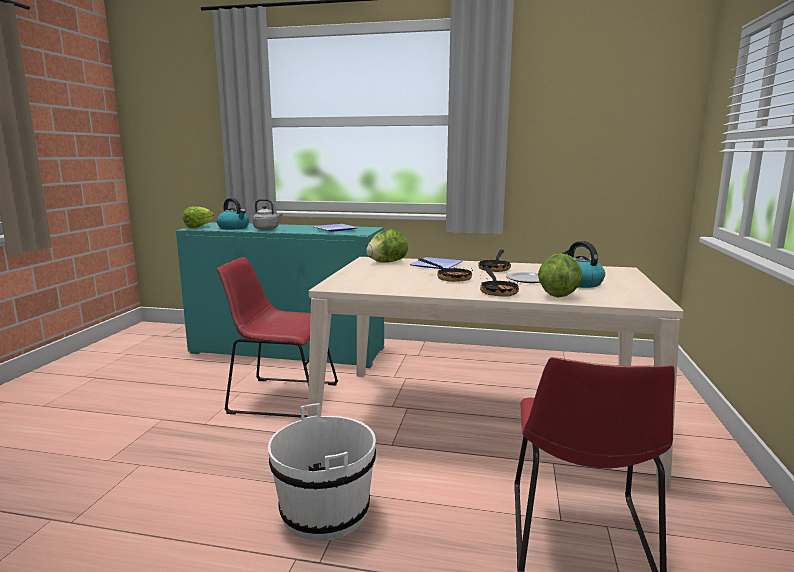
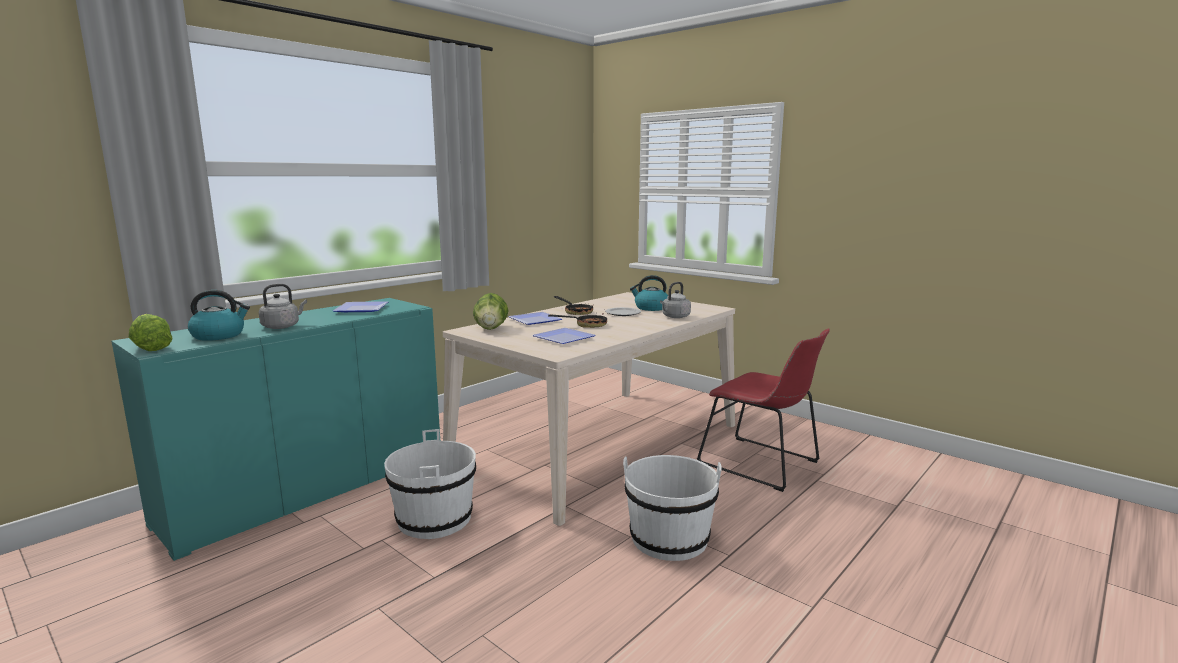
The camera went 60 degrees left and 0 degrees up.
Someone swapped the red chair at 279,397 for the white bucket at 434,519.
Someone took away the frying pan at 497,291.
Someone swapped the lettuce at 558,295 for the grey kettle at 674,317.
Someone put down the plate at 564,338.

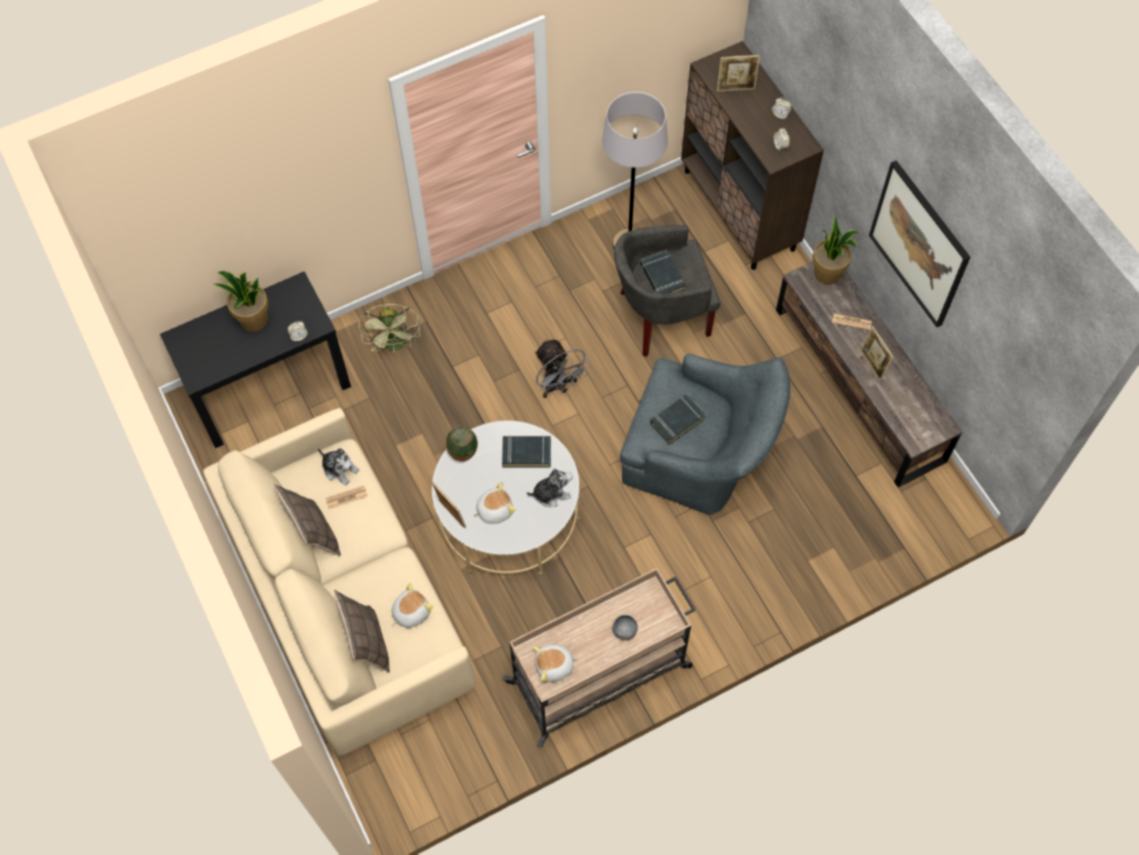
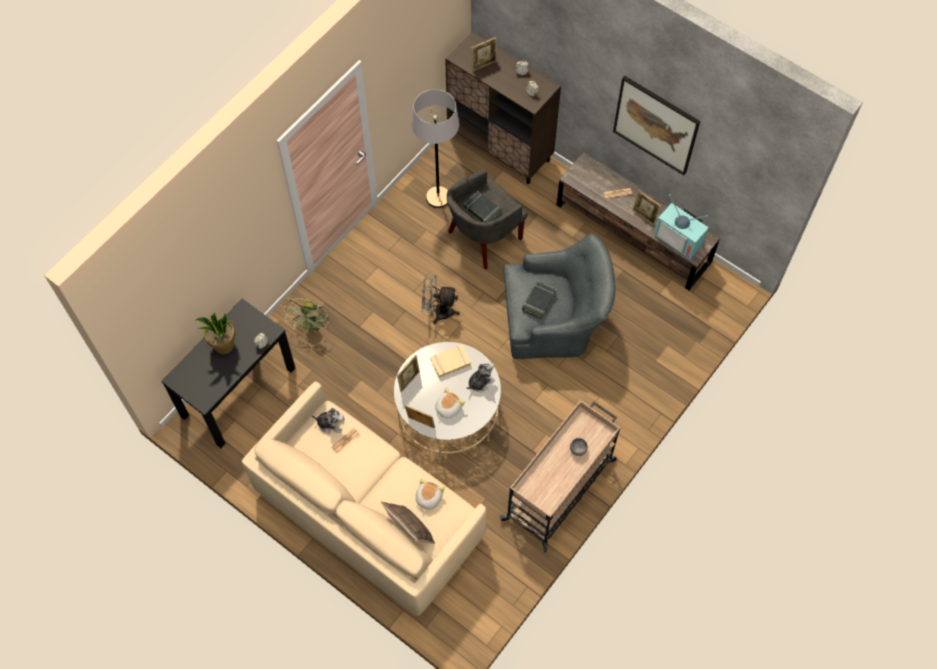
The camera went 25 degrees left and 0 degrees up.
Someone took away the pillow at 313,533.
Someone rotated the green fan at 395,344 by 45 degrees clockwise.
Someone swapped the vase at 463,455 for the picture frame at 409,381.
Someone repainted the black book at 526,453, which became the beige book at 450,362.
Someone took away the plush toy at 554,666.
Someone rotated the grey fan at 558,386 by 150 degrees clockwise.
Someone took away the potted plant at 828,273.
Someone put down the television at 680,238.

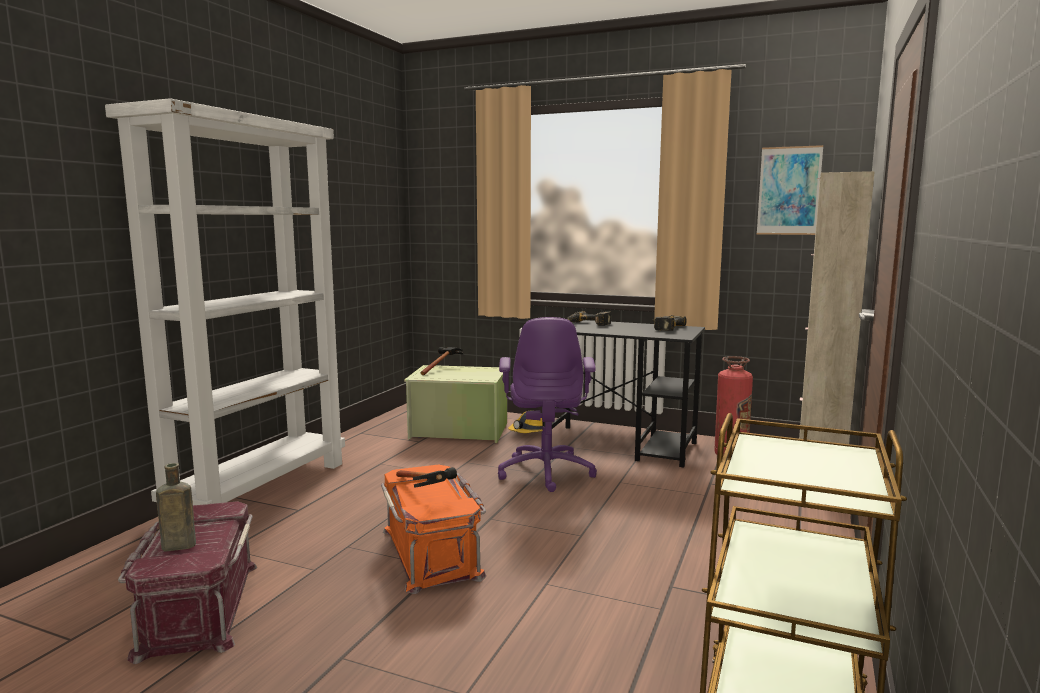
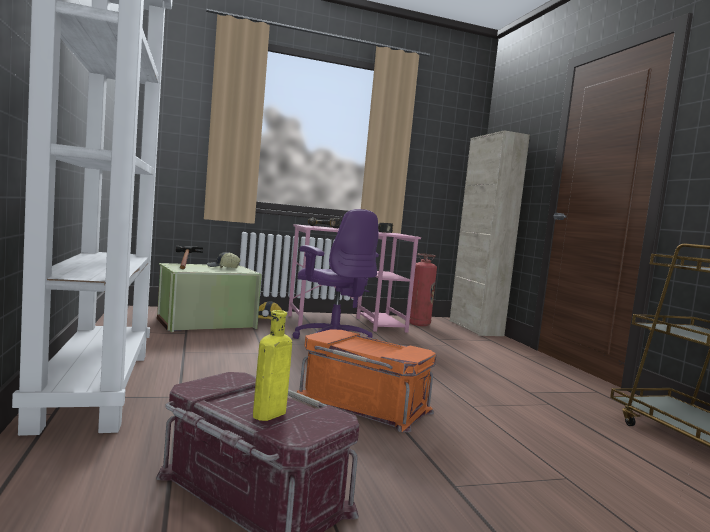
The camera went 40 degrees left and 5 degrees down.
Someone repainted the brown bottle at 176,546, which became the yellow bottle at 267,415.
Someone took away the hammer at 425,493.
Someone repainted the black desk at 621,446, which became the pink desk at 347,324.
Someone took away the picture at 789,191.
Someone put down the cap at 222,268.

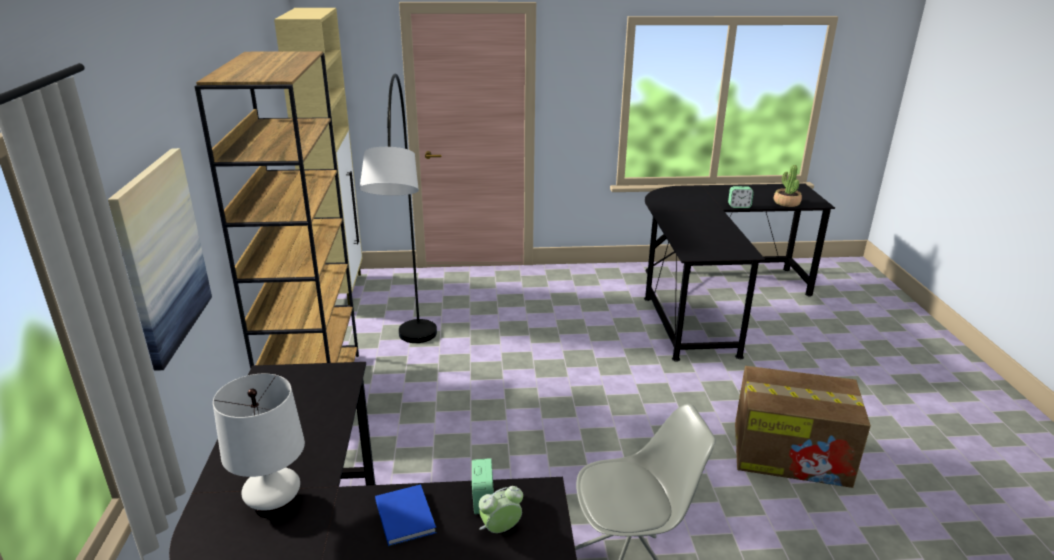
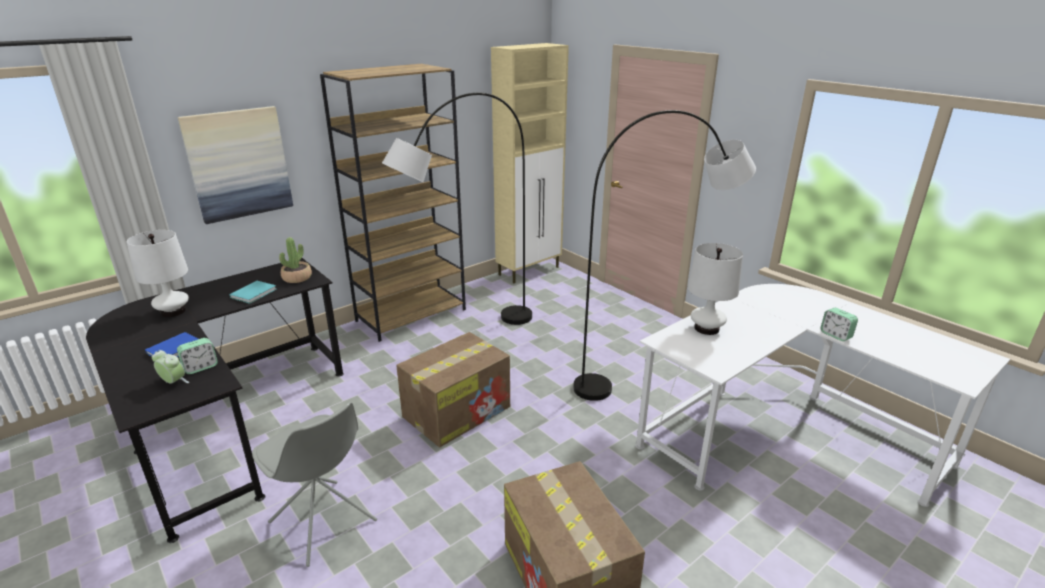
The camera went 55 degrees right and 0 degrees up.
Someone repainted the black desk at 712,300, which became the white desk at 783,433.
Someone carried the potted plant from 786,203 to 297,278.
Someone put down the turquoise book at 255,293.
Someone put down the cardboard box at 458,411.
Someone put down the grey floor lamp at 653,372.
Someone put down the white table lamp at 706,328.

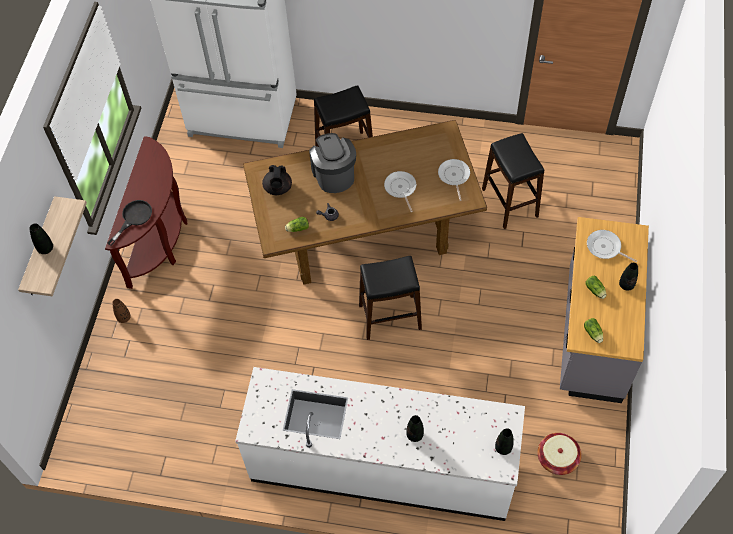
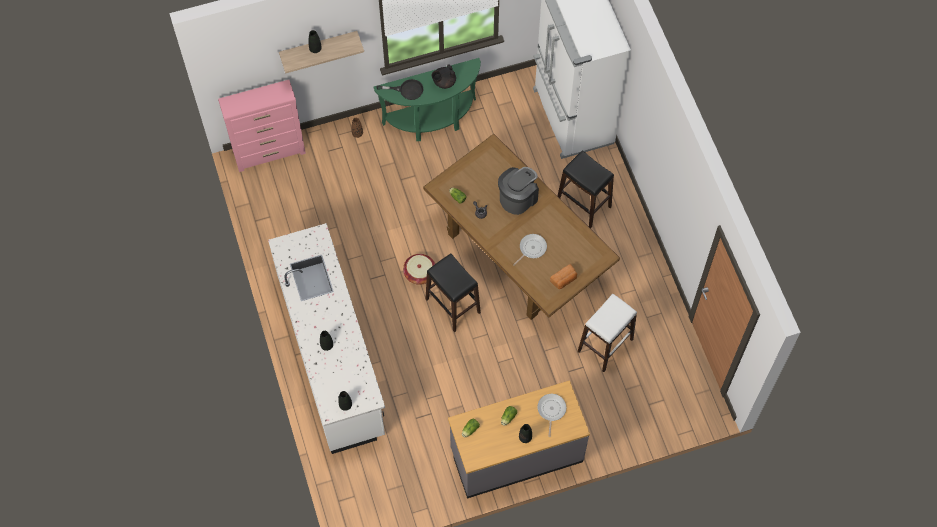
The camera went 60 degrees right and 5 degrees up.
Someone repainted the brown console table at 160,240, which became the green console table at 432,121.
Someone carried the black teapot from 278,188 to 444,82.
Someone swapped the frying pan at 454,176 for the bread at 564,280.
Someone repainted the black stool at 510,203, which became the white stool at 605,345.
Someone carried the basket from 557,458 to 420,273.
Someone put down the pink dresser at 270,153.

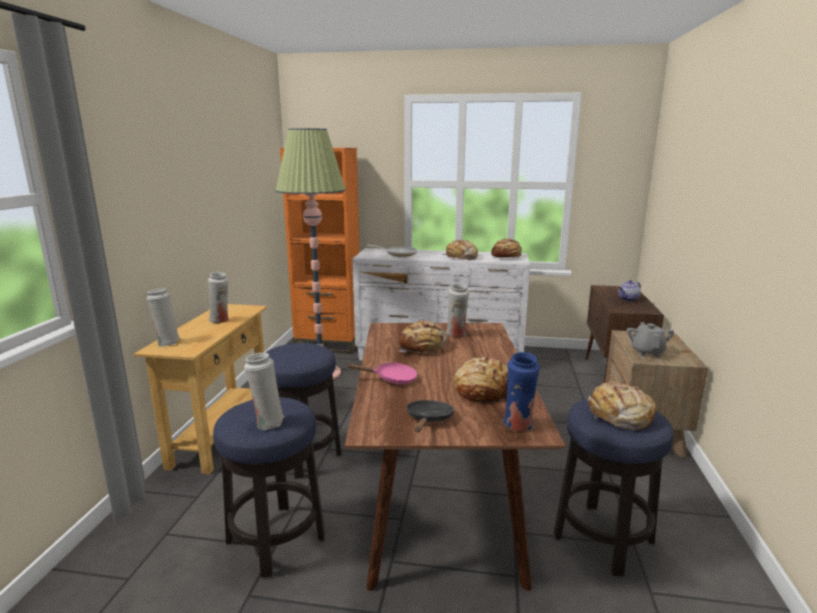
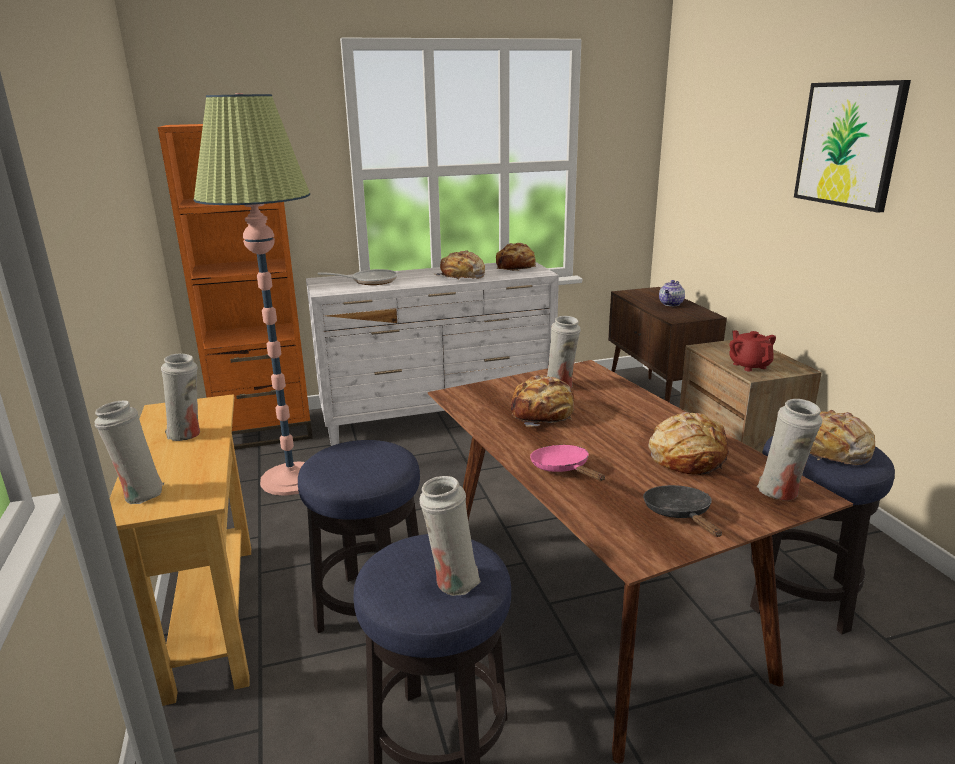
The camera went 25 degrees left and 5 degrees up.
Someone rotated the pink frying pan at 391,379 by 90 degrees counterclockwise.
Someone repainted the blue vase at 519,426, which became the white vase at 781,493.
Someone repainted the grey teapot at 647,352, which became the red teapot at 749,365.
Someone put up the picture at 849,144.

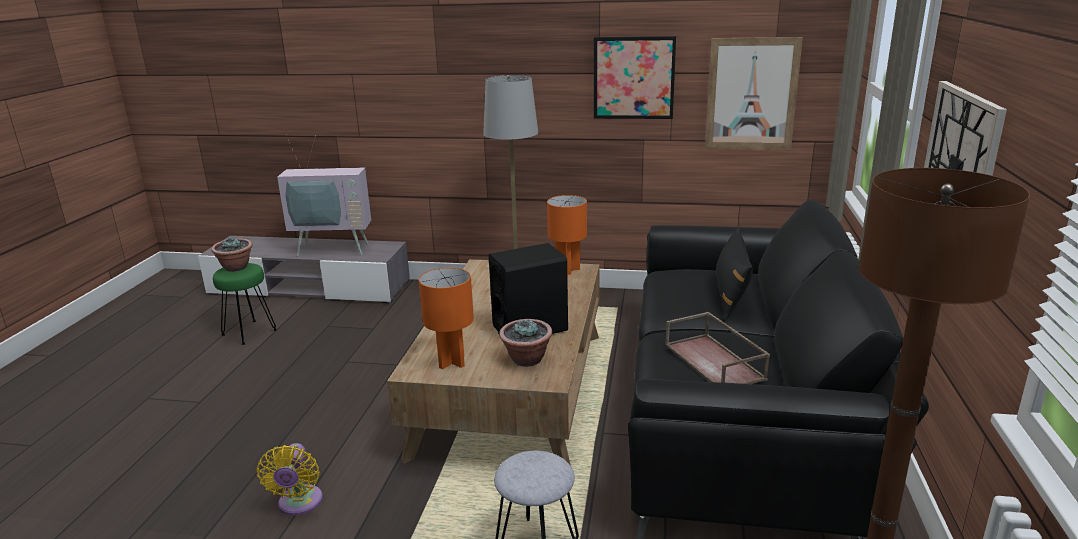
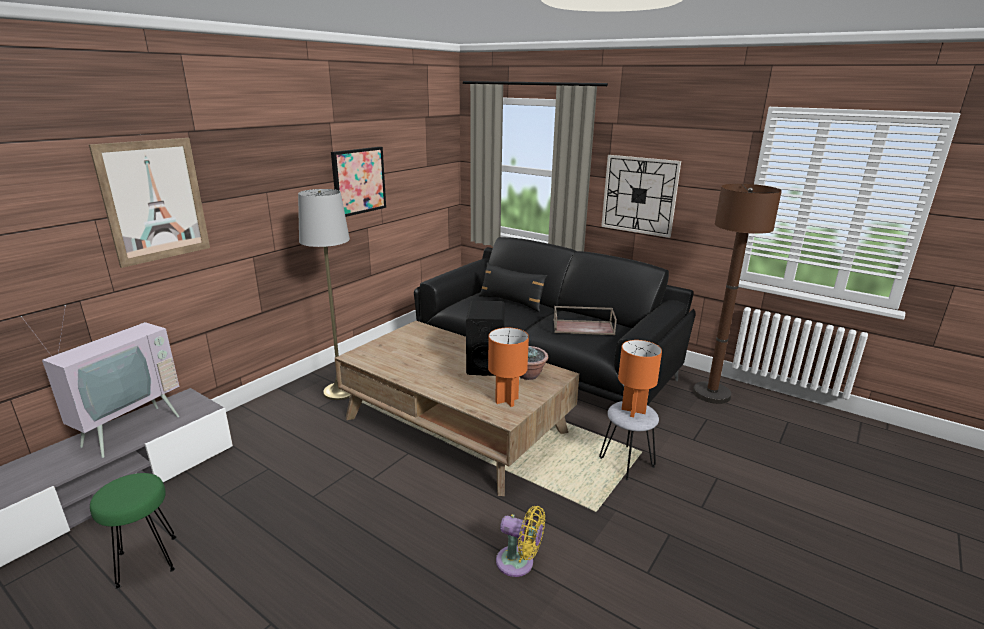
The camera went 65 degrees left and 0 degrees up.
Someone took away the potted plant at 236,267.
Someone carried the orange table lamp from 567,269 to 633,411.
Someone carried the picture from 751,94 to 154,201.

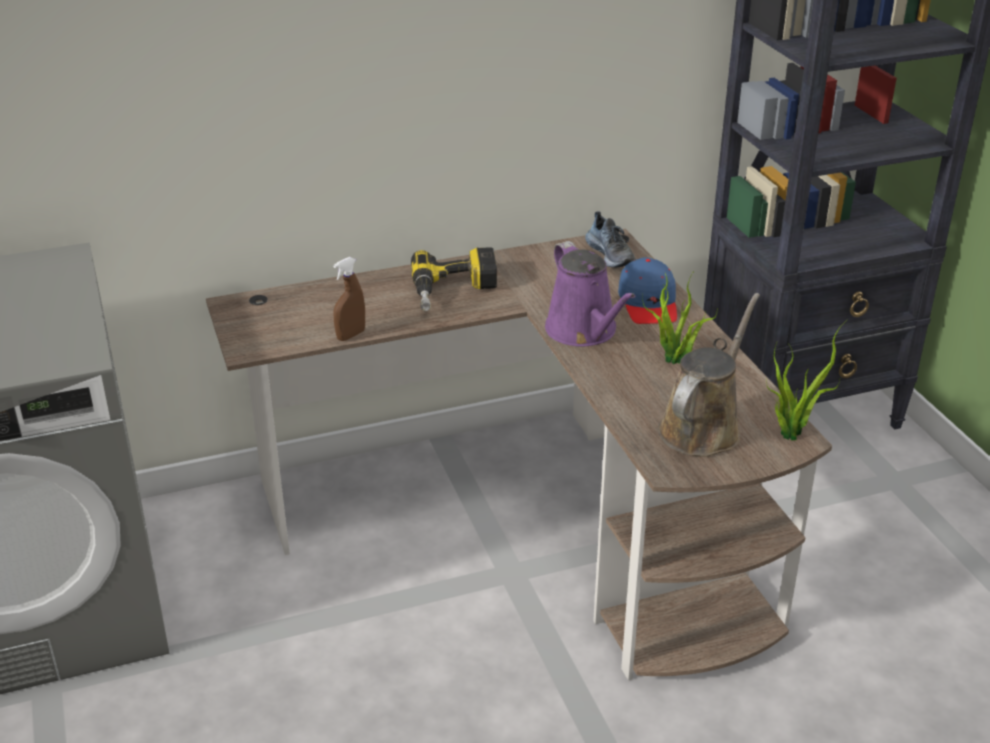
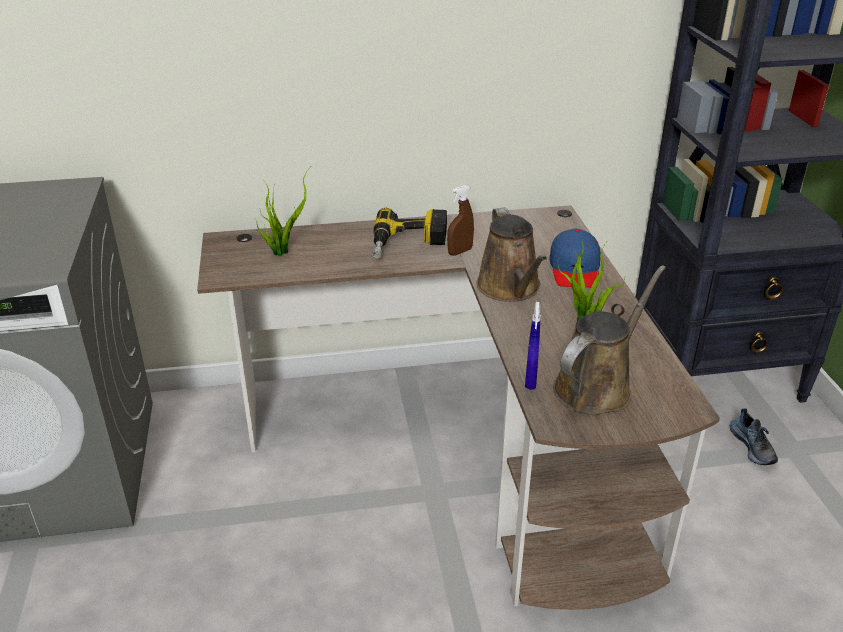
The camera went 10 degrees right and 0 degrees up.
Someone carried the brown spray bottle from 351,335 to 460,252.
Someone repainted the purple watering can at 584,331, which became the brown watering can at 510,288.
Someone carried the shoe from 611,254 to 753,447.
Someone carried the potted plant from 790,432 to 282,251.
Someone put down the blue spray bottle at 530,381.

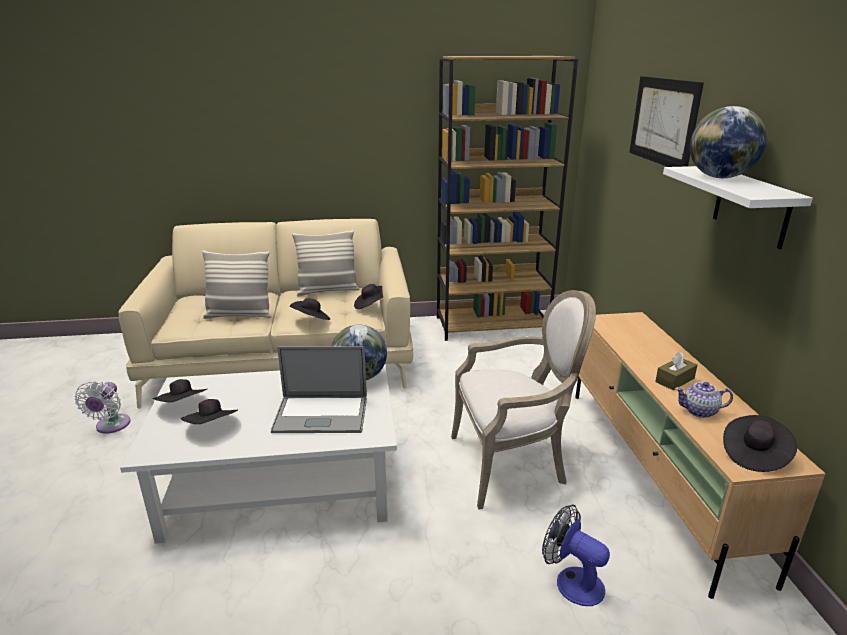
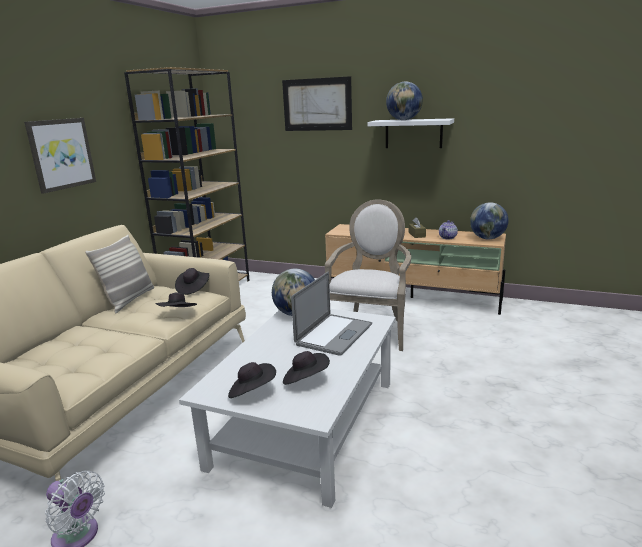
The camera went 60 degrees left and 5 degrees down.
Someone took away the pillow at 239,315.
Someone took away the fan at 572,581.
Someone swapped the black hat at 754,454 for the globe at 487,238.
Someone put up the picture at 61,154.

